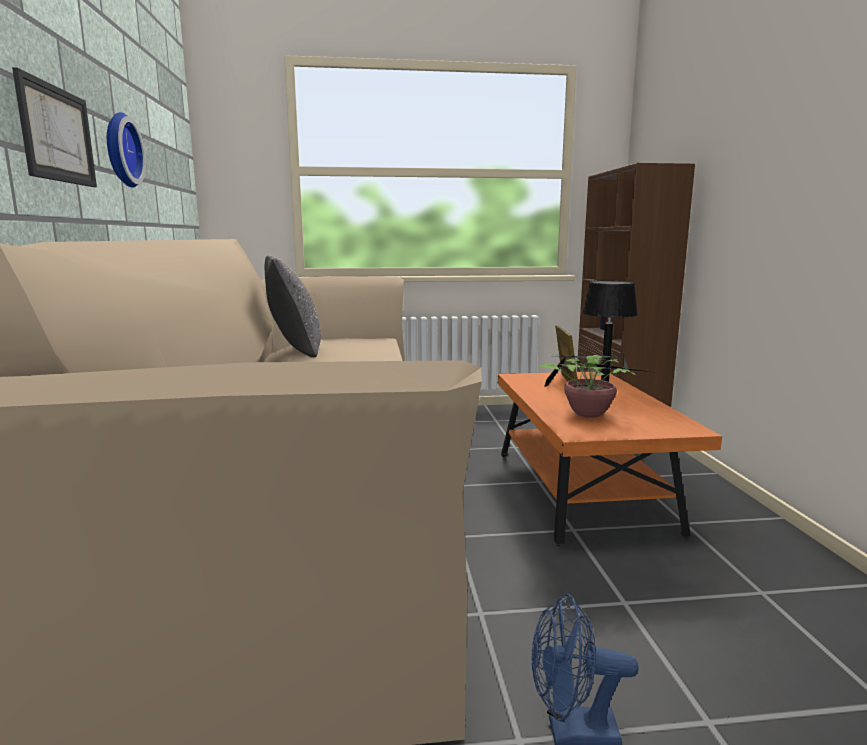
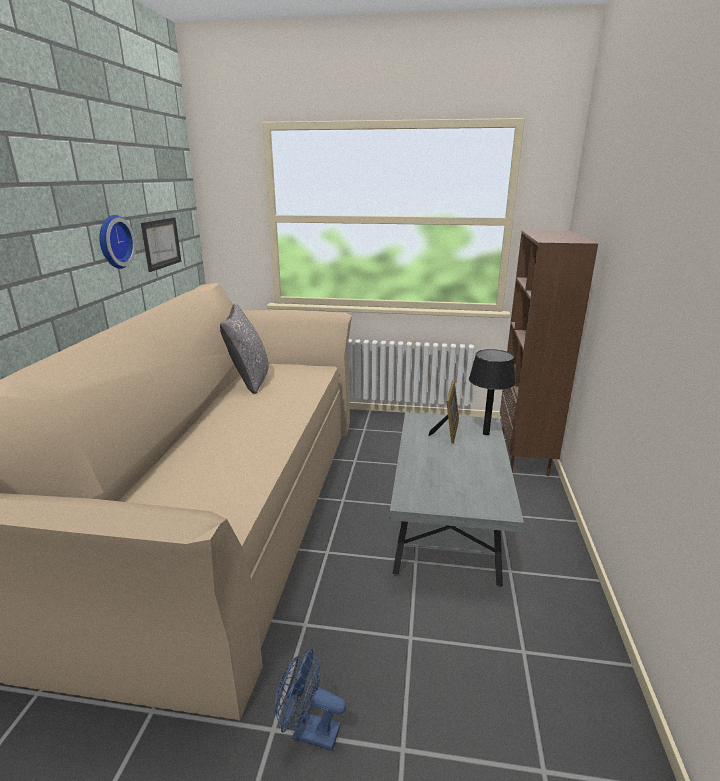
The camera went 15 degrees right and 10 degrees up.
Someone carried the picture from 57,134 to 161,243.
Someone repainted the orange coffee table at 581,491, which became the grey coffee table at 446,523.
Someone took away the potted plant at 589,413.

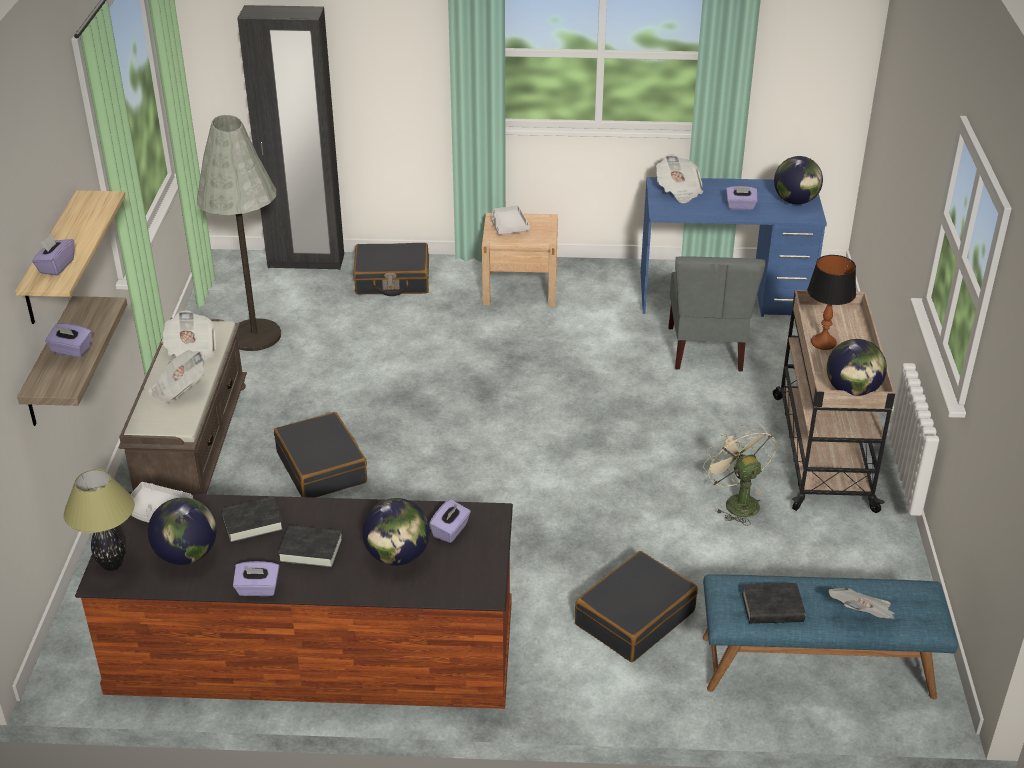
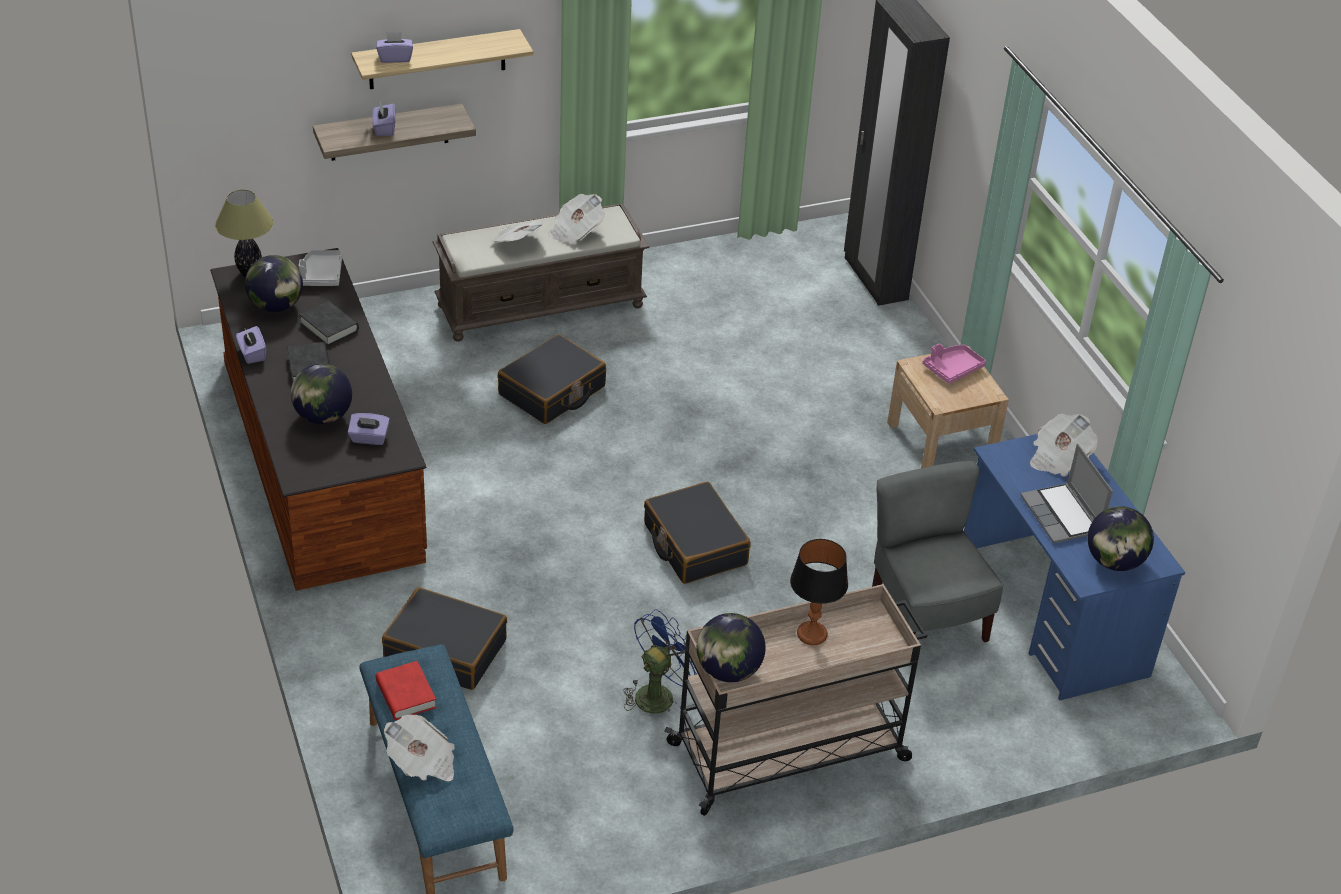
The camera went 65 degrees right and 5 degrees up.
Someone took away the grey floor lamp at 254,336.
Someone carried the black suitcase from 392,280 to 694,544.
Someone repainted the grey tray at 508,226, which became the pink tray at 952,369.
Someone rotated the grey chair at 707,349 by 90 degrees clockwise.
Someone repainted the beige fan at 736,502, which became the blue fan at 659,693.
Someone swapped the purple tissue box at 740,206 for the laptop at 1062,516.
Someone repainted the black book at 772,608, which became the red book at 406,695.

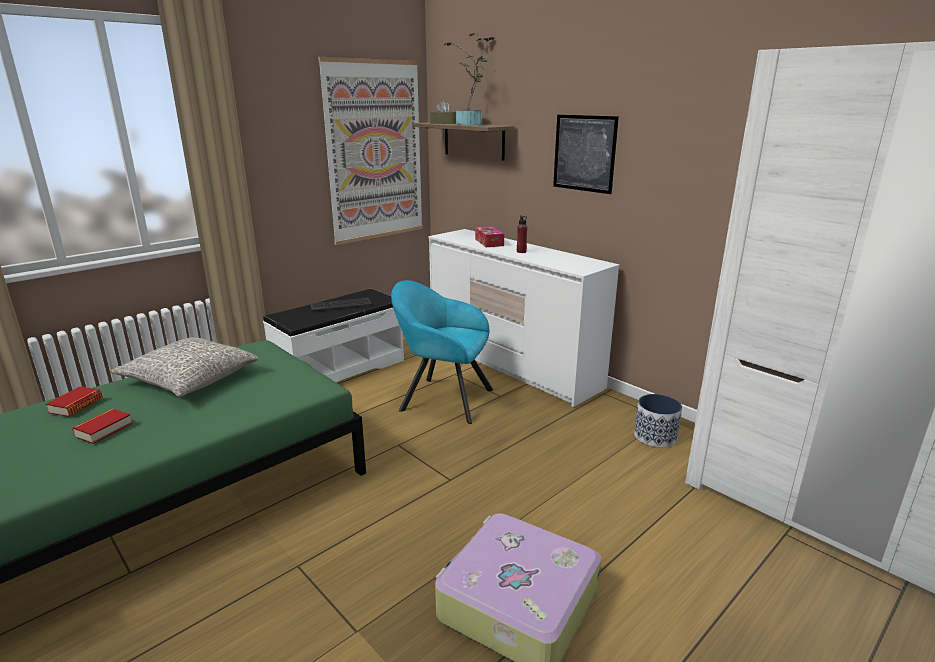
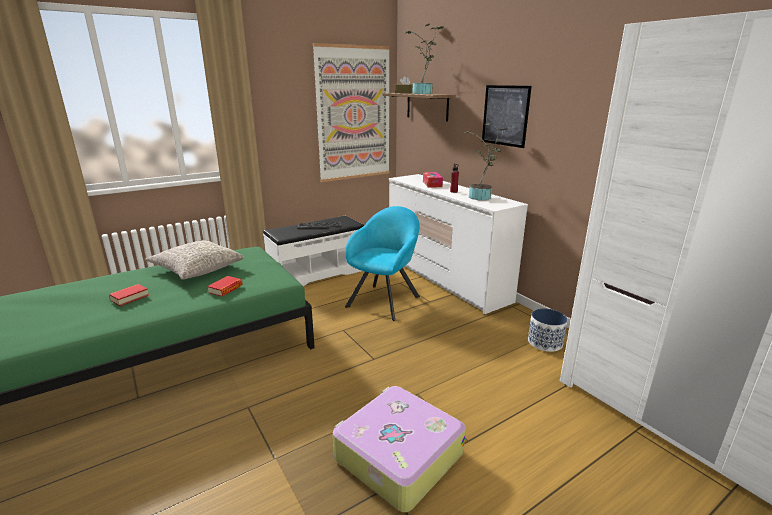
The camera went 10 degrees right and 0 degrees up.
Someone carried the book from 76,405 to 225,289.
Someone rotated the turquoise armchair at 442,398 by 90 degrees clockwise.
Someone put down the potted plant at 481,198.

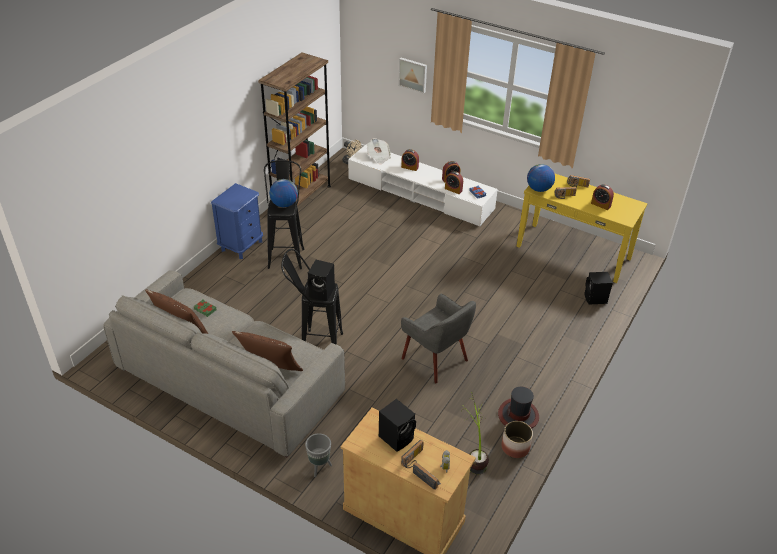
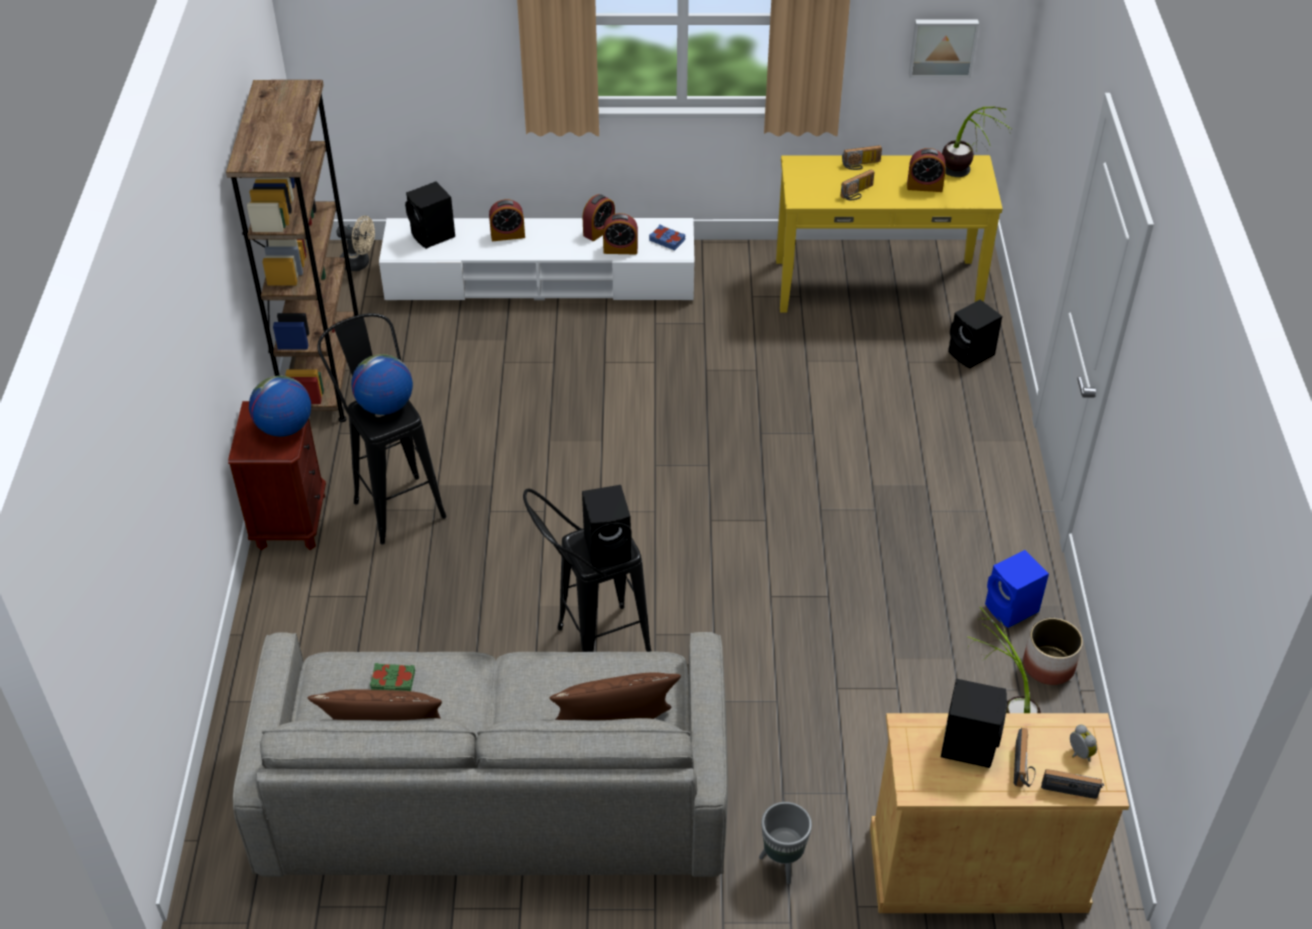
The camera went 30 degrees left and 5 degrees up.
Someone repainted the blue nightstand at 241,245, which became the brown nightstand at 290,521.
Someone swapped the newspaper at 378,157 for the black speaker at 433,236.
Someone carried the picture from 413,74 to 942,46.
Someone took away the grey armchair at 435,359.
Someone swapped the hat at 518,415 for the blue speaker at 1012,609.
Someone carried the globe from 538,189 to 284,427.
Someone put down the potted plant at 965,178.

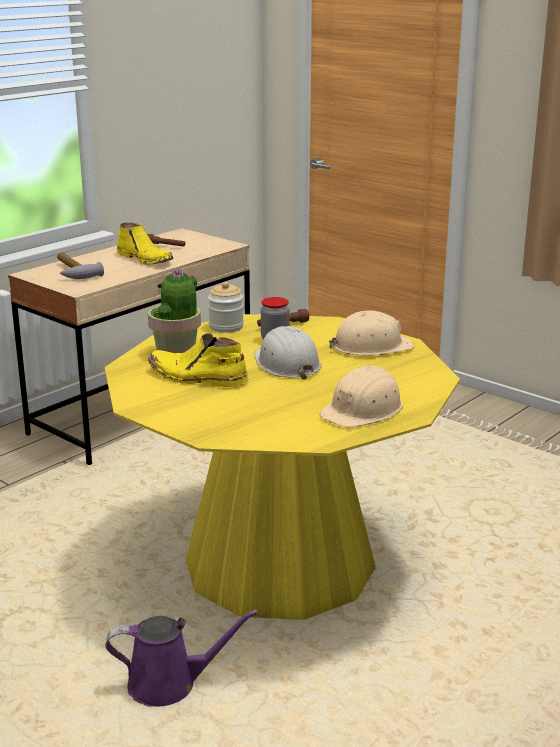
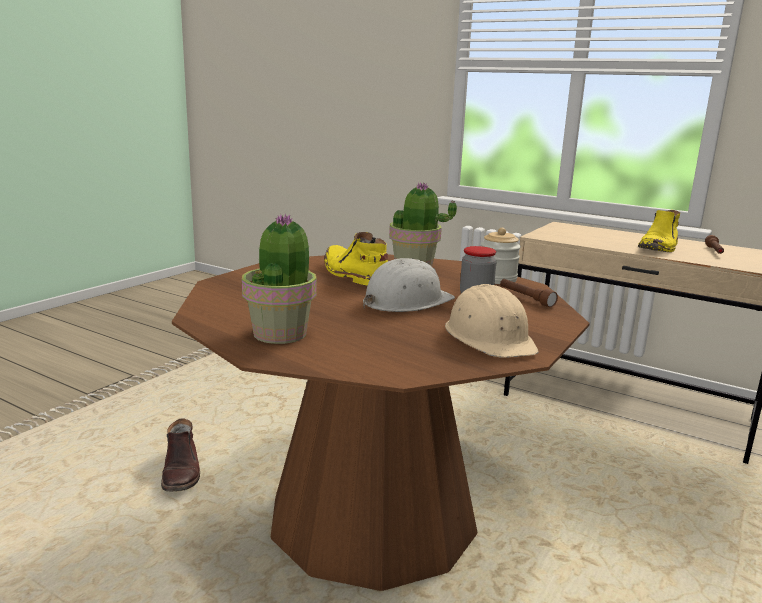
The camera went 80 degrees right and 5 degrees down.
Someone took away the hammer at 72,272.
Someone repainted the yellow dining table at 279,564, which became the brown dining table at 372,516.
Someone swapped the purple watering can at 169,685 for the brown boot at 182,472.
Someone rotated the yellow boot at 197,377 by 45 degrees counterclockwise.
Someone swapped the beige hard hat at 363,410 for the potted plant at 281,333.

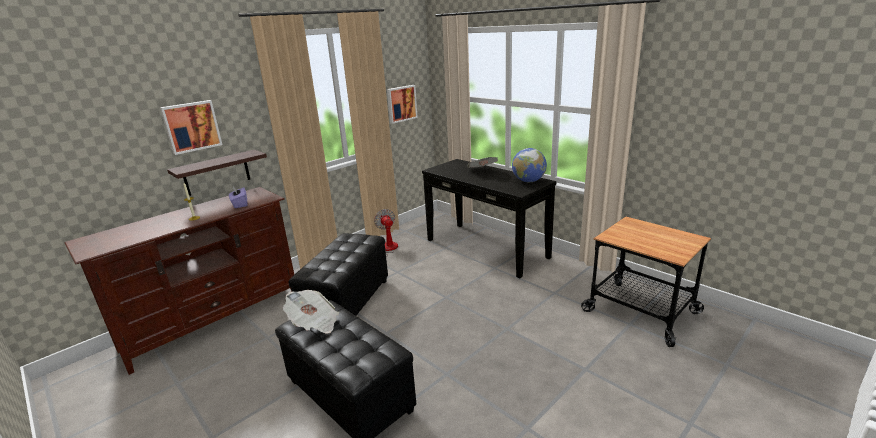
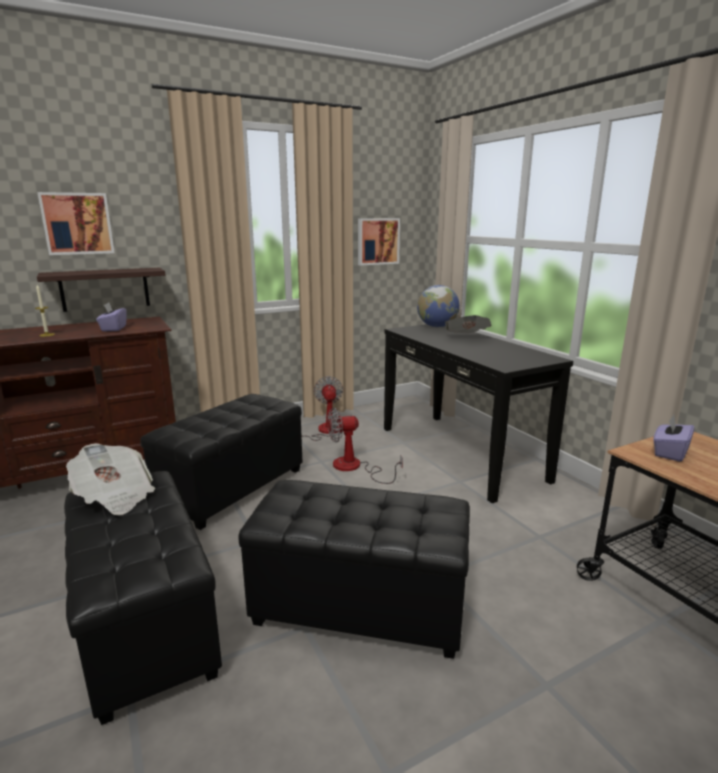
The camera went 15 degrees right and 5 degrees down.
Someone carried the globe from 528,181 to 437,327.
Someone put down the black ottoman at 360,607.
Someone put down the fan at 355,468.
Someone put down the purple tissue box at 669,452.

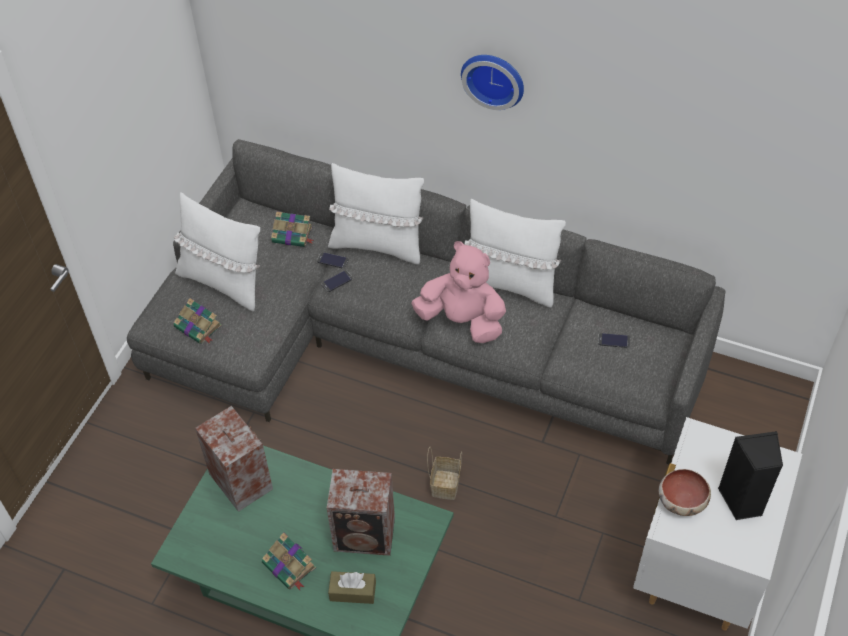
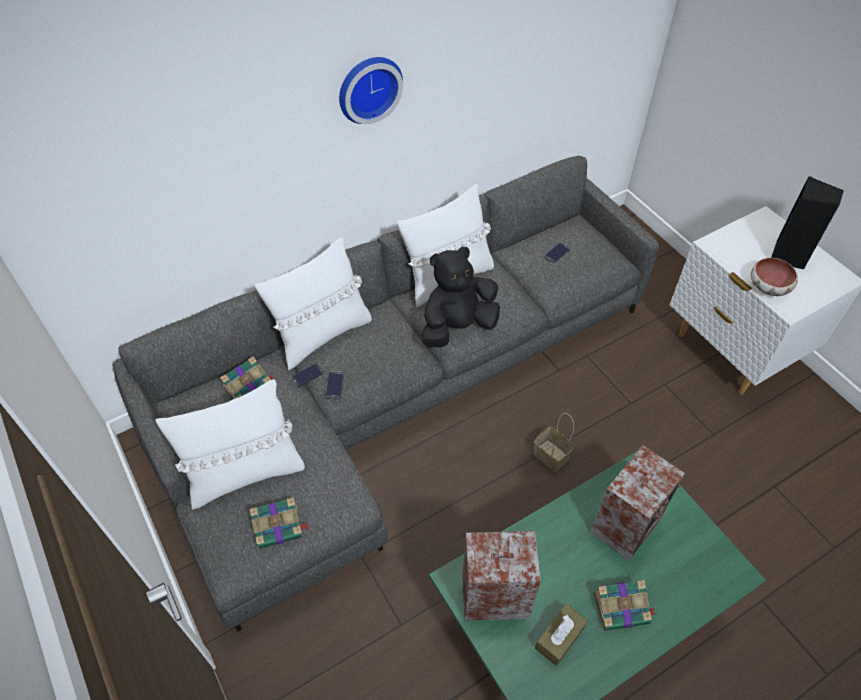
The camera went 55 degrees left and 0 degrees up.
Someone carried the brown tissue box from 353,591 to 559,638.
Someone repainted the pink plush toy at 462,321, which became the black plush toy at 457,327.

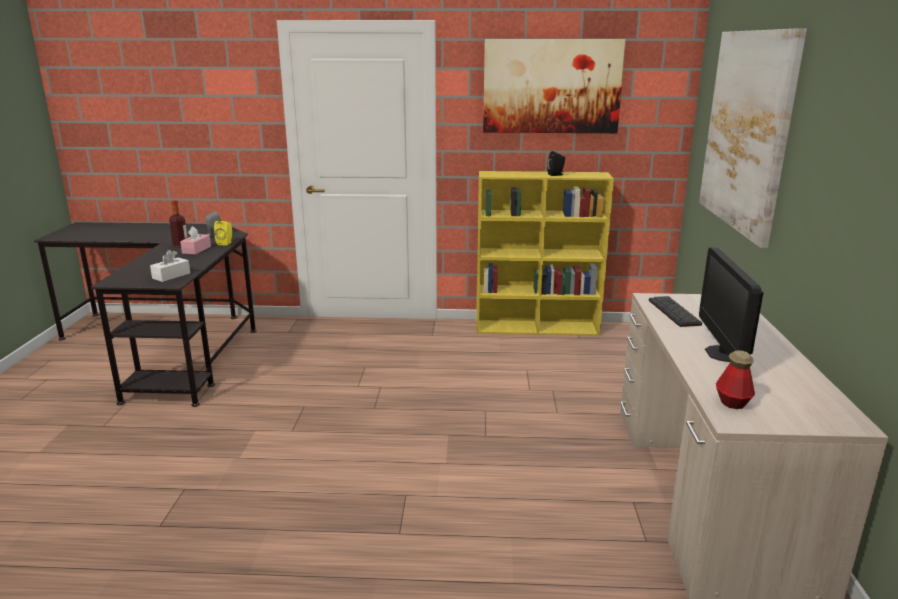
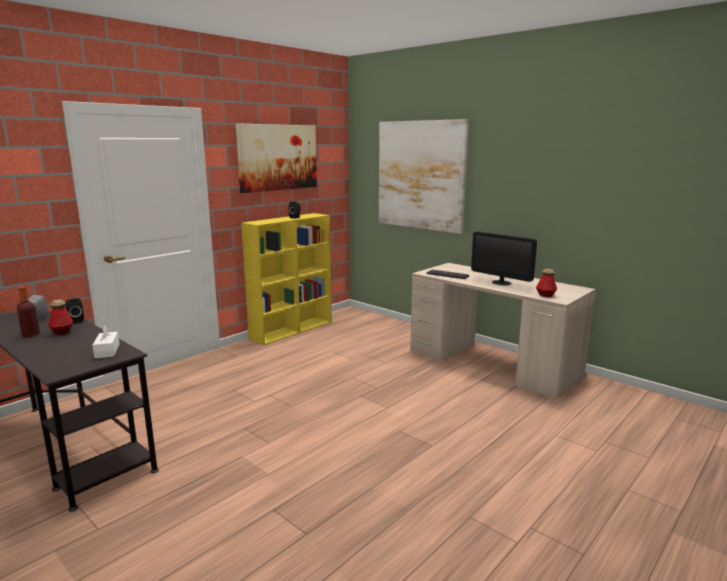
The camera went 50 degrees left and 5 degrees down.
Someone swapped the pink tissue box at 196,250 for the bottle at 62,332.
Someone repainted the yellow speaker at 226,243, which became the black speaker at 75,321.

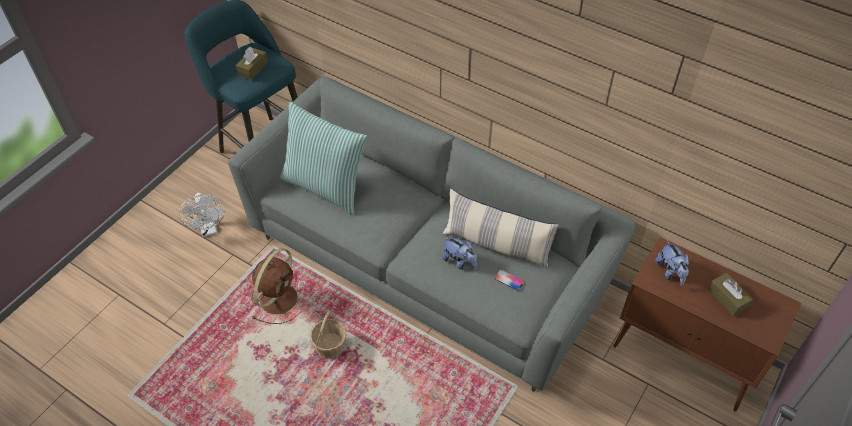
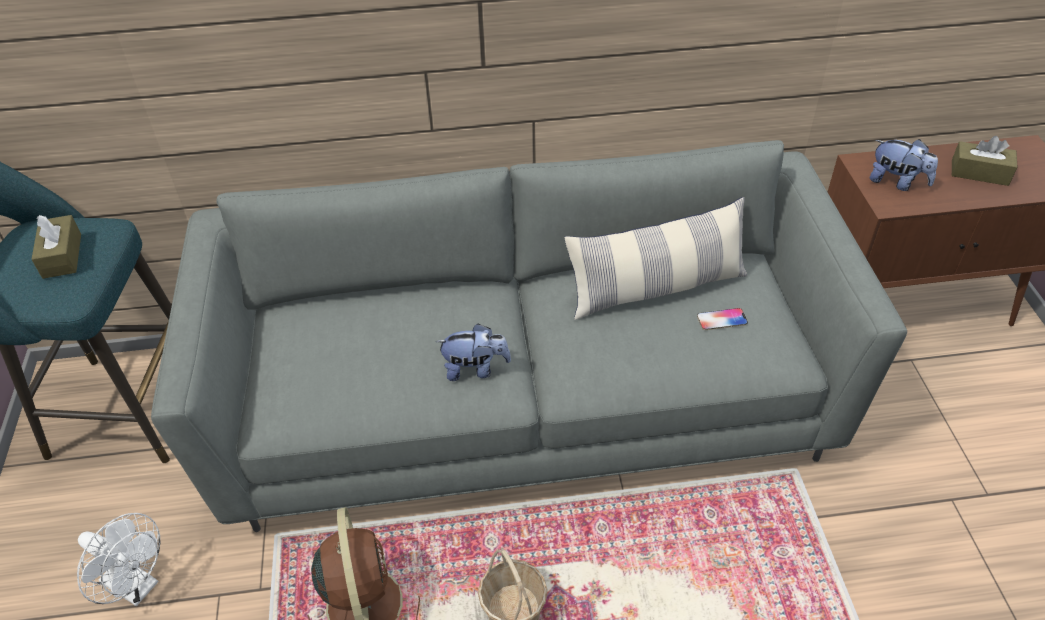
The camera went 40 degrees left and 5 degrees down.
Someone took away the pillow at 325,186.
Someone carried the plush toy from 459,261 to 475,369.

